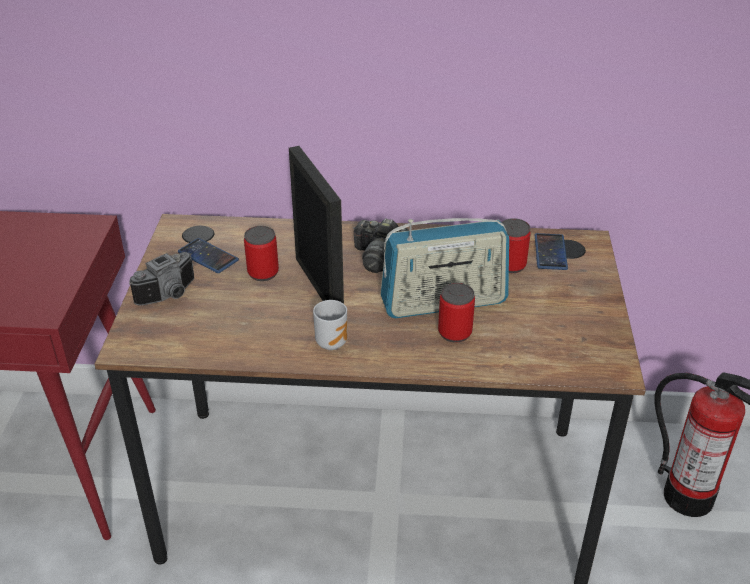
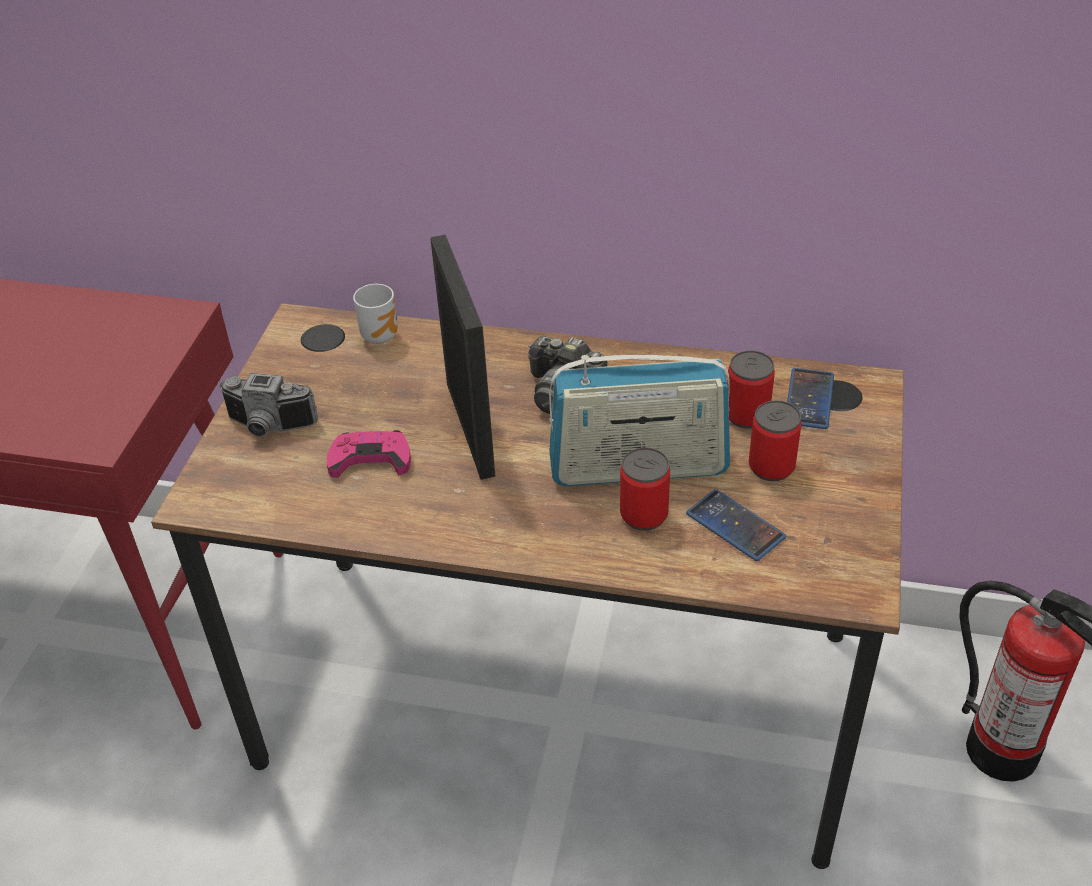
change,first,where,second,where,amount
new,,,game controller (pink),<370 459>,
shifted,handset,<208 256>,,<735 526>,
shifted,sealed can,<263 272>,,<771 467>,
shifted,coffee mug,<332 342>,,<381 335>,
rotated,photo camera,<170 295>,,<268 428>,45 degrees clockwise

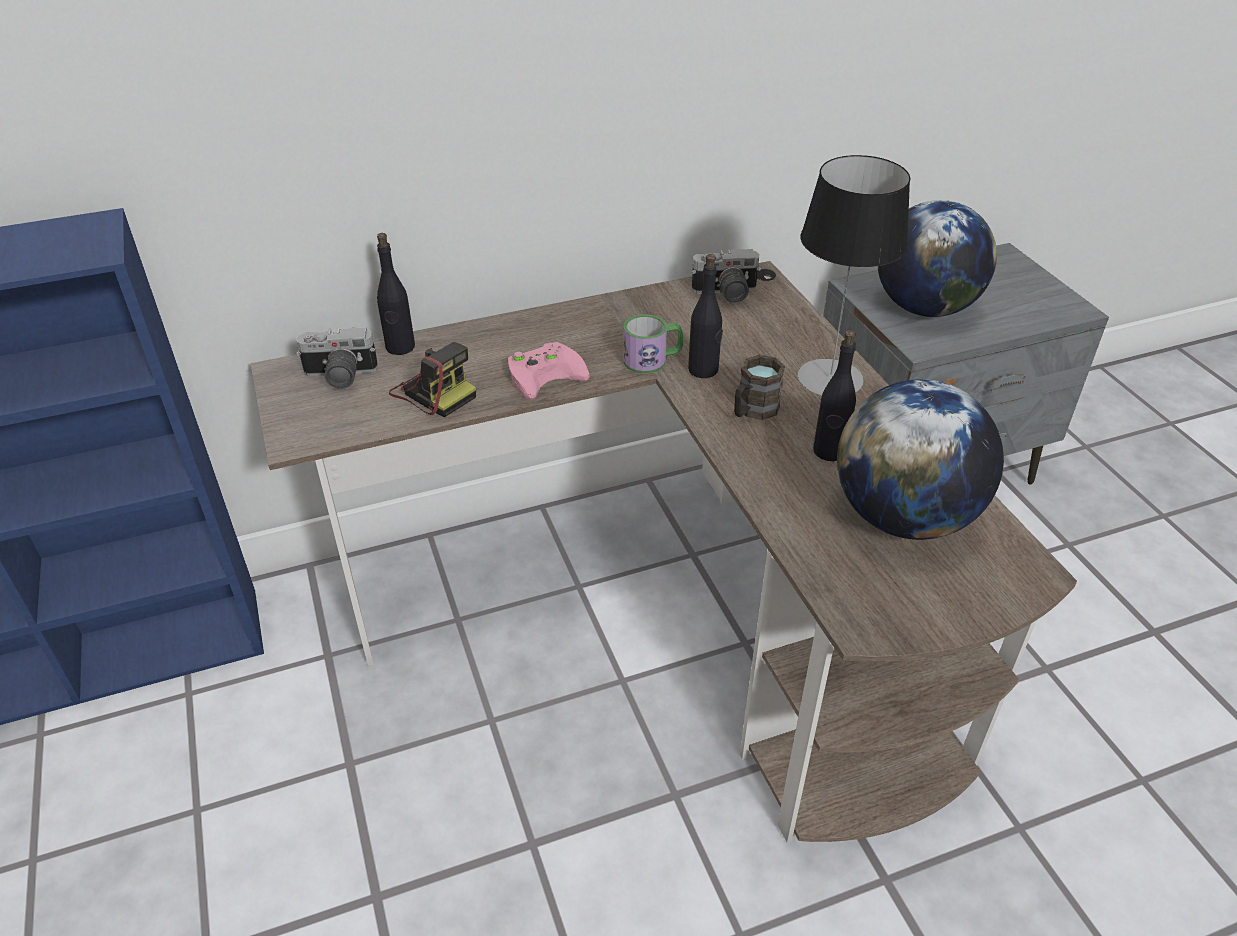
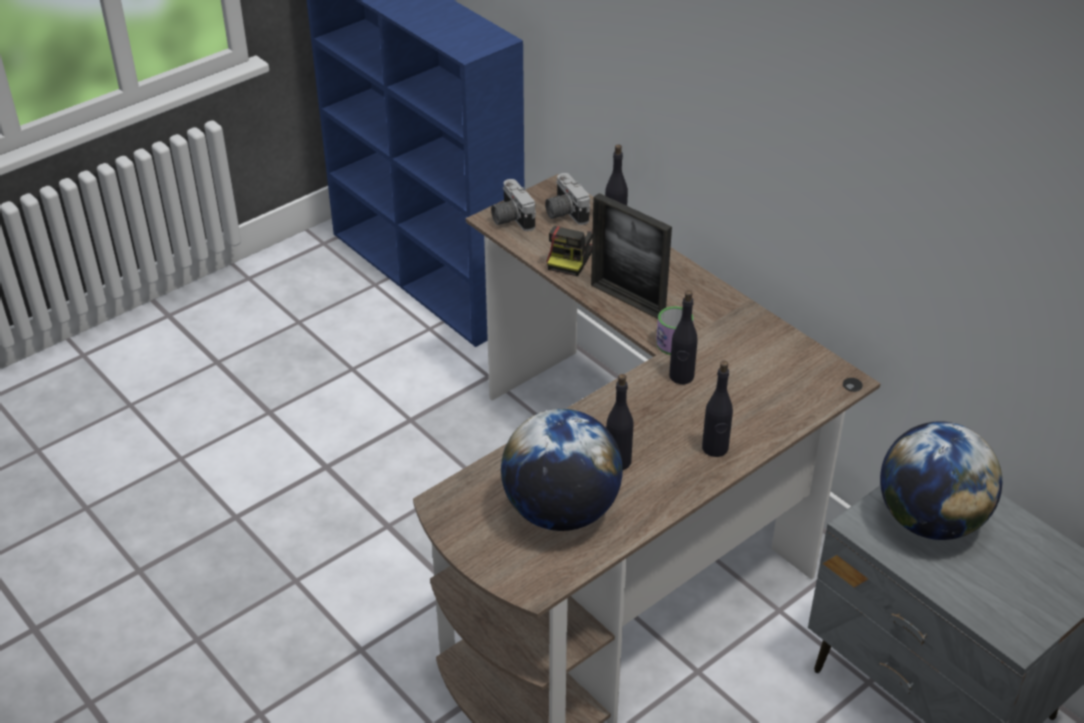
change,first,where,second,where,amount
gone,coffee mug (brownish),<752 411>,,,
shifted,photo camera,<725 294>,,<510 219>,
swapped,game controller (pink),<546 372>,standing frame,<627 300>,
swapped,tabletop lamp,<830 378>,beverage bottle (blackish),<715 448>,

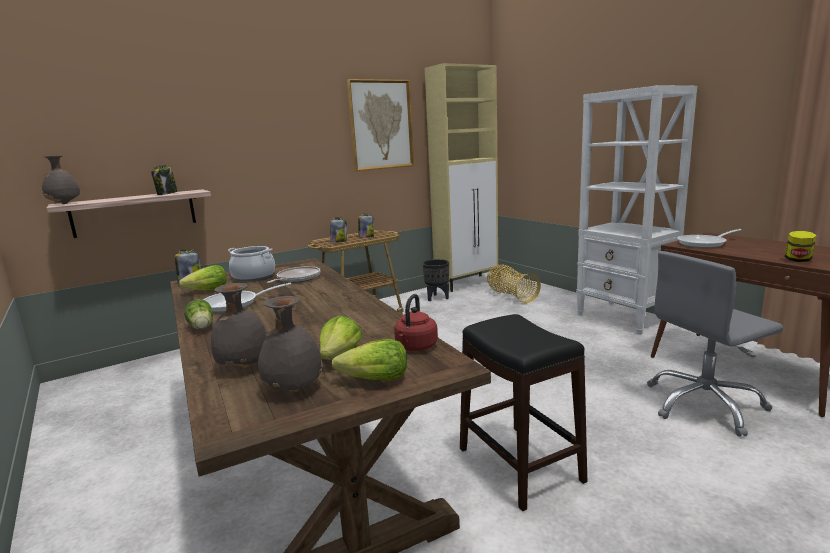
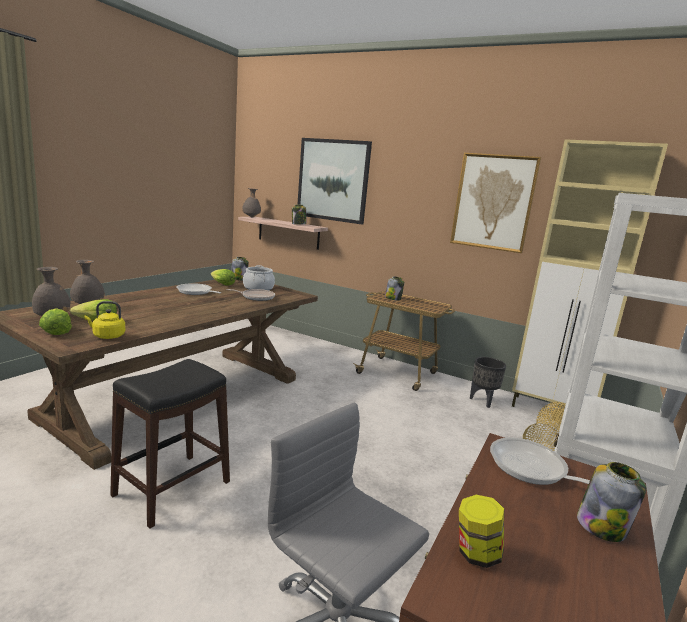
change,first,where,second,where,amount
gone,lettuce head,<201 327>,,,
new,,,wall picture,<333 180>,
shifted,preserve jar,<366 237>,,<602 526>,
repainted,kettle (reddish),<415 347>,kettle (yellow-coloured),<107 336>,

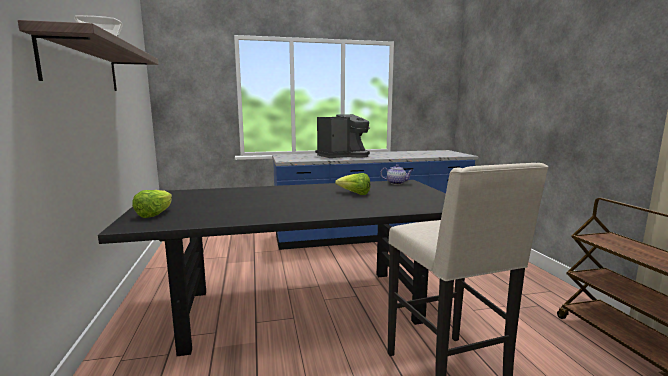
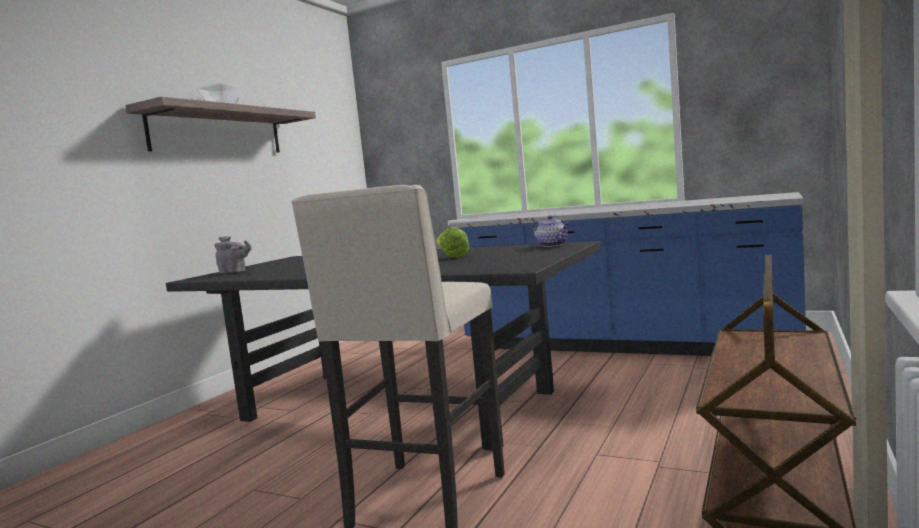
change,first,where,second,where,amount
gone,coffee machine,<343 156>,,,
swapped,lettuce head,<155 214>,teapot (gray),<234 272>,

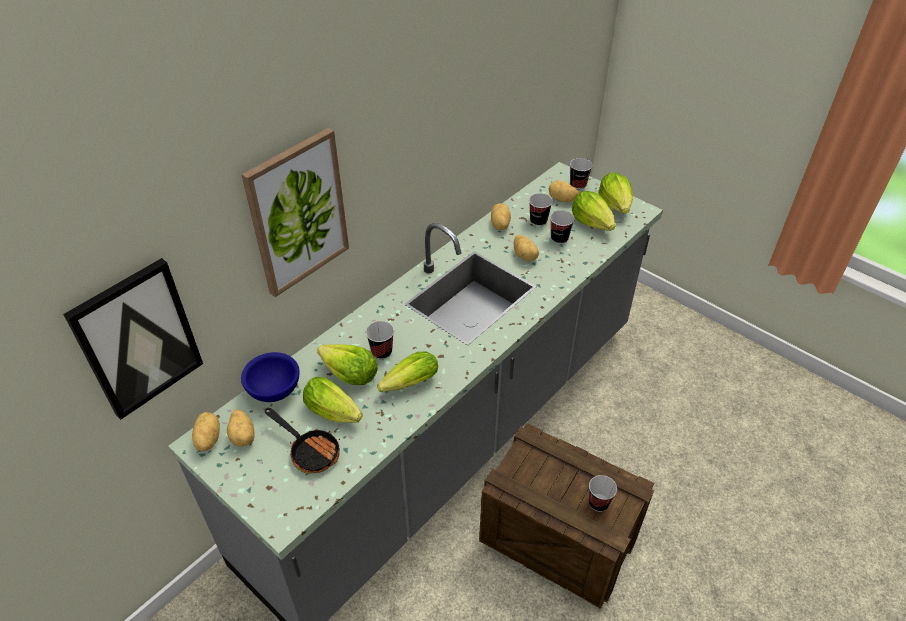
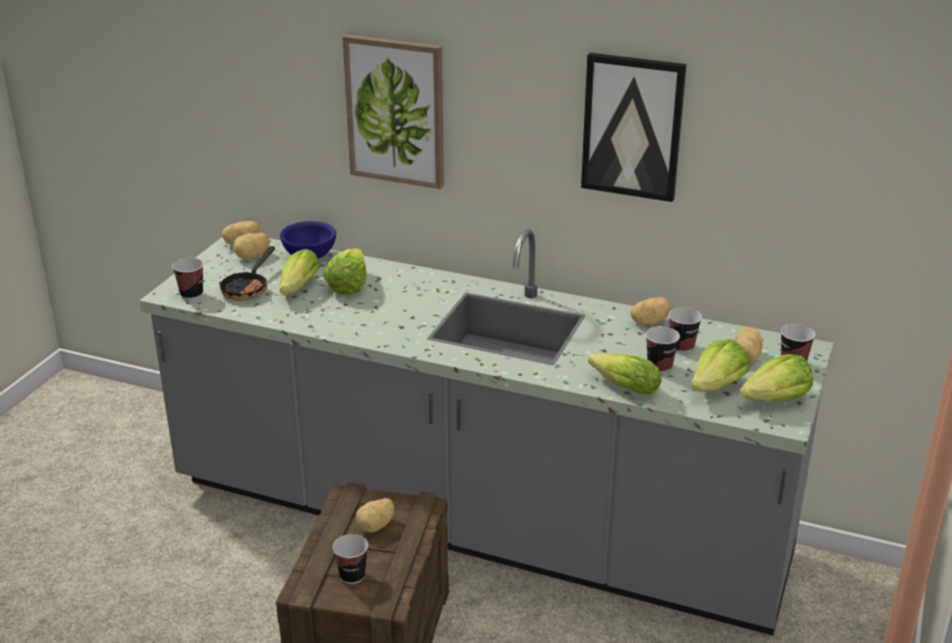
change,first,where,second,where,amount
shifted,wall picture,<137 339>,,<632 126>,
shifted,drinking cup,<381 352>,,<191 294>,
shifted,lettuce head,<407 384>,,<622 386>,
shifted,spud,<525 256>,,<376 526>,

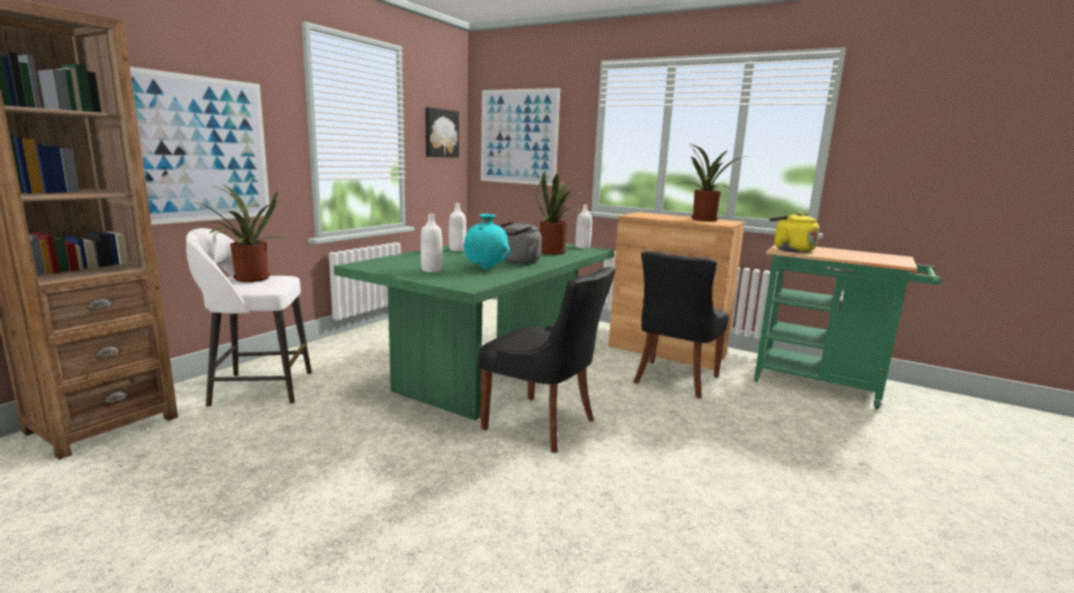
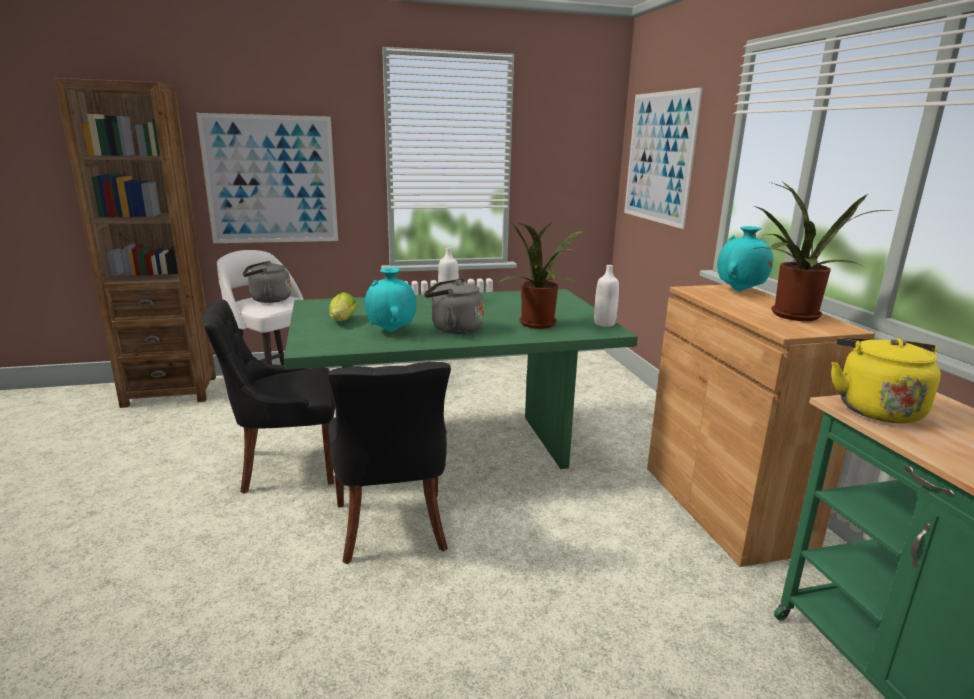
change,first,where,second,where,amount
gone,wall picture,<440 133>,,,
new,,,decorative vase (turquoise-coloured),<740 291>,
shifted,plain chair (blackish),<674 380>,,<285 466>,
swapped,houseplant,<249 280>,kettle (gray),<268 300>,
swapped,beverage bottle (white),<431 270>,lettuce head,<342 321>,

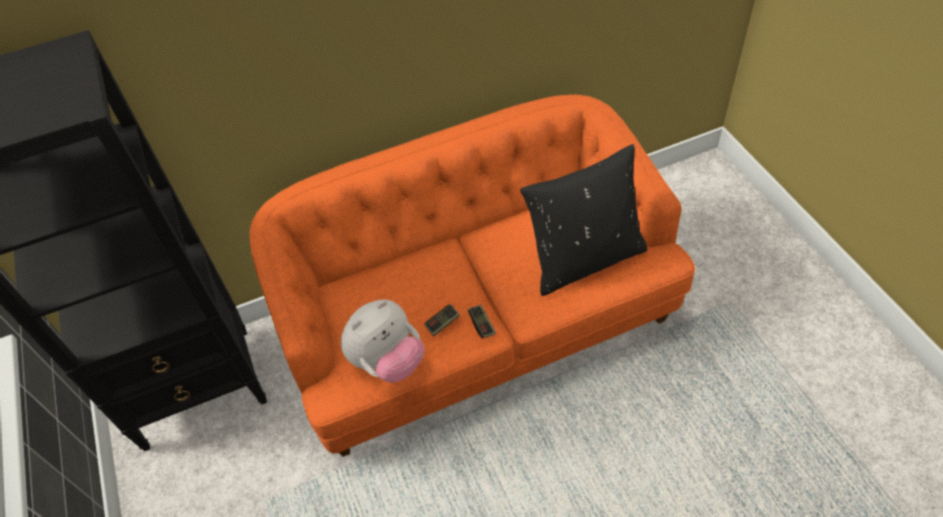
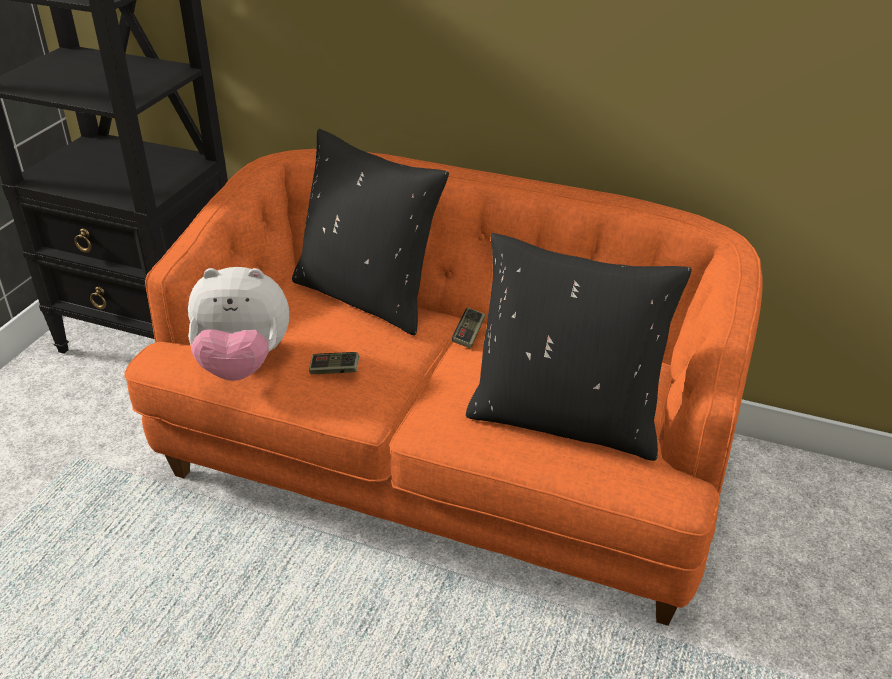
change,first,where,second,where,amount
new,,,cushion (blackish),<368 295>,
shifted,game controller,<482 325>,,<469 334>,

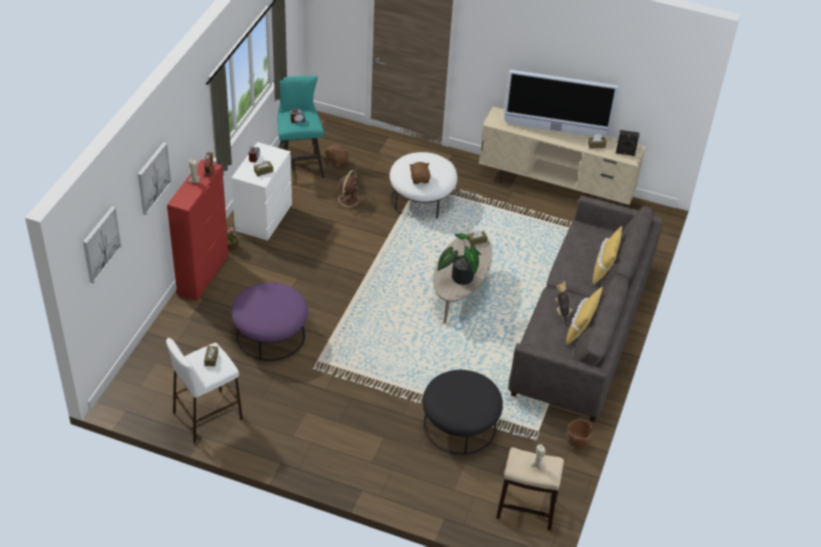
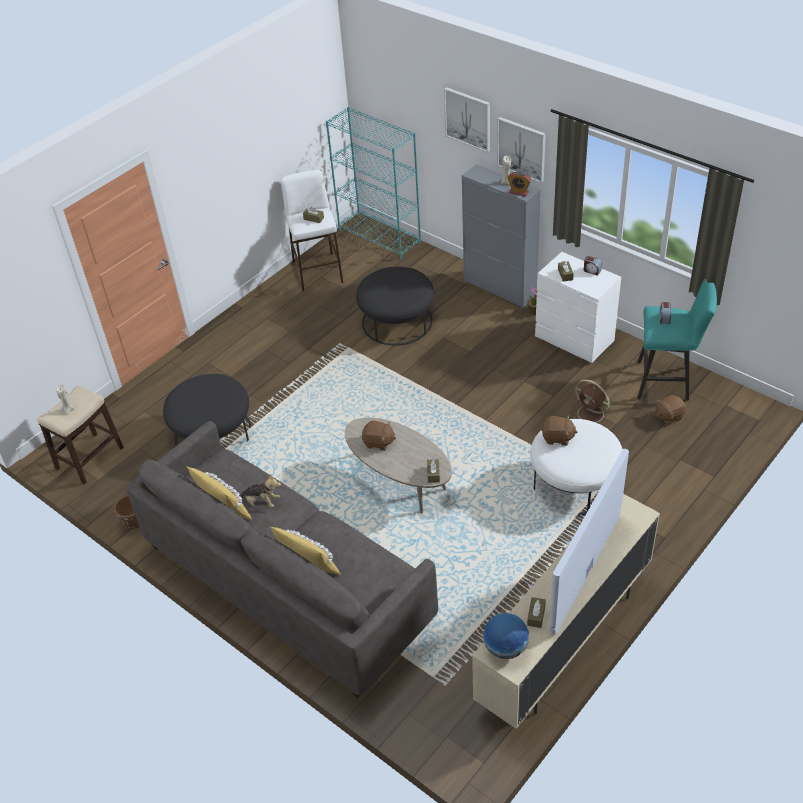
change,first,where,second,where,amount
new,,,bookcase (turquoise-coloured),<380 236>,
shifted,wall picture,<101 244>,,<521 149>,
swapped,houseplant,<459 277>,soft toy (brownish),<378 442>,
swapped,audio speaker (blackish),<625 154>,world globe,<506 648>,
repainted,cupboard (reddish),<203 274>,cupboard (gray),<500 288>,
repainted,ottoman (purple-coloured),<270 335>,ottoman (blackish),<397 321>,

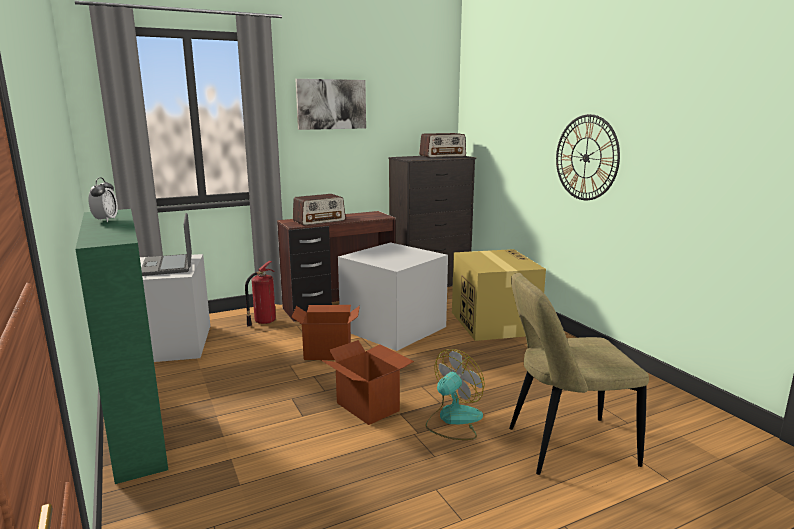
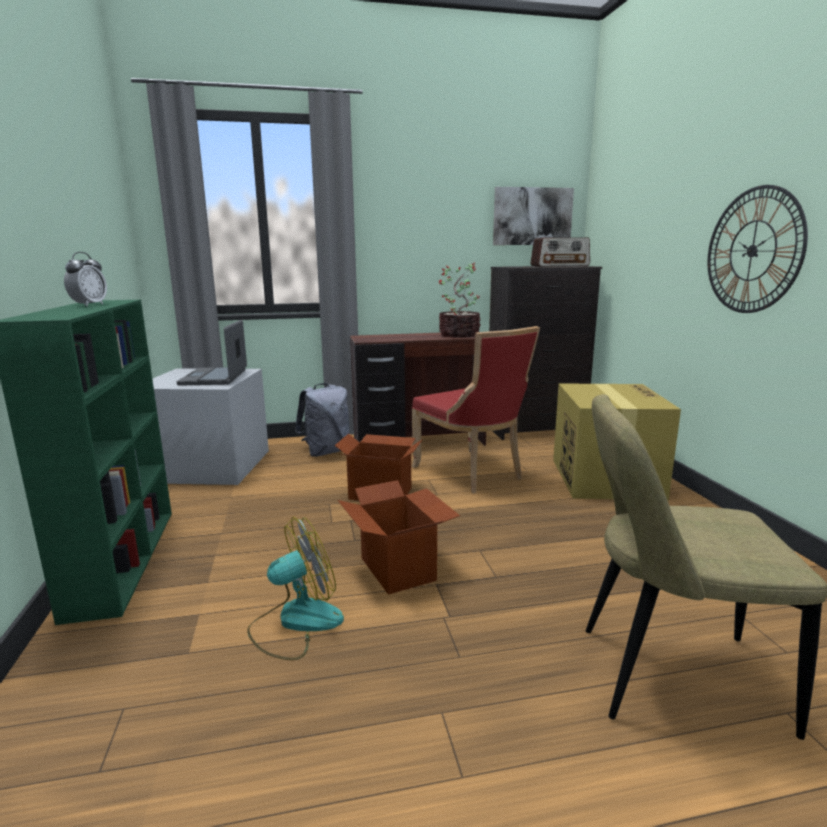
change,first,where,second,where,amount
gone,radio receiver,<319 220>,,,
new,,,houseplant,<460 335>,
shifted,wall picture,<331 104>,,<532 216>,
shifted,cooling fan,<453 420>,,<296 622>,
swapped,fire-fighting cylinder,<263 322>,knapsack (gray),<326 452>,
swapped,storage bin (gray),<393 328>,plain chair (reddish),<472 473>,

